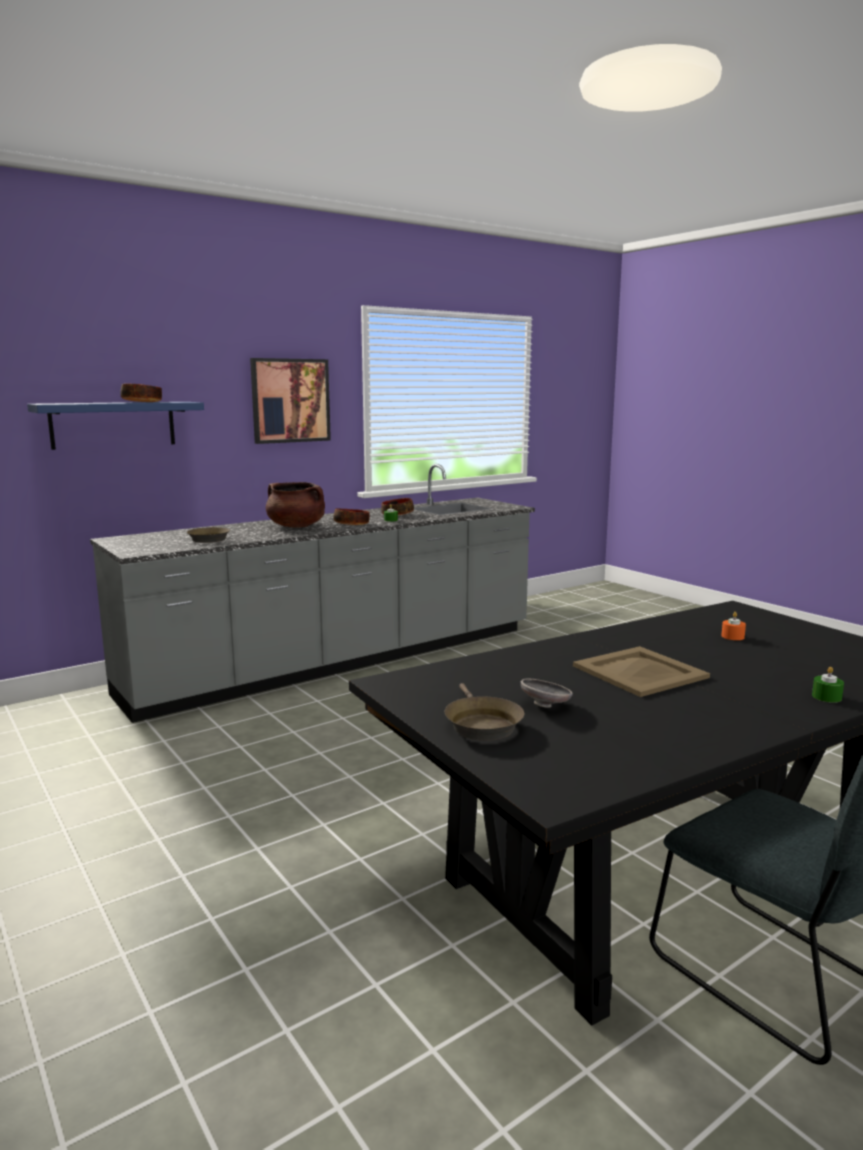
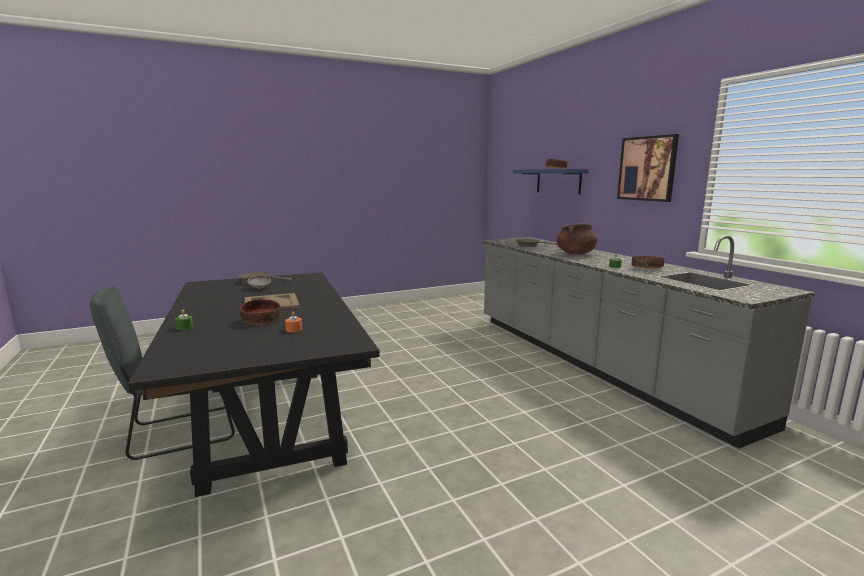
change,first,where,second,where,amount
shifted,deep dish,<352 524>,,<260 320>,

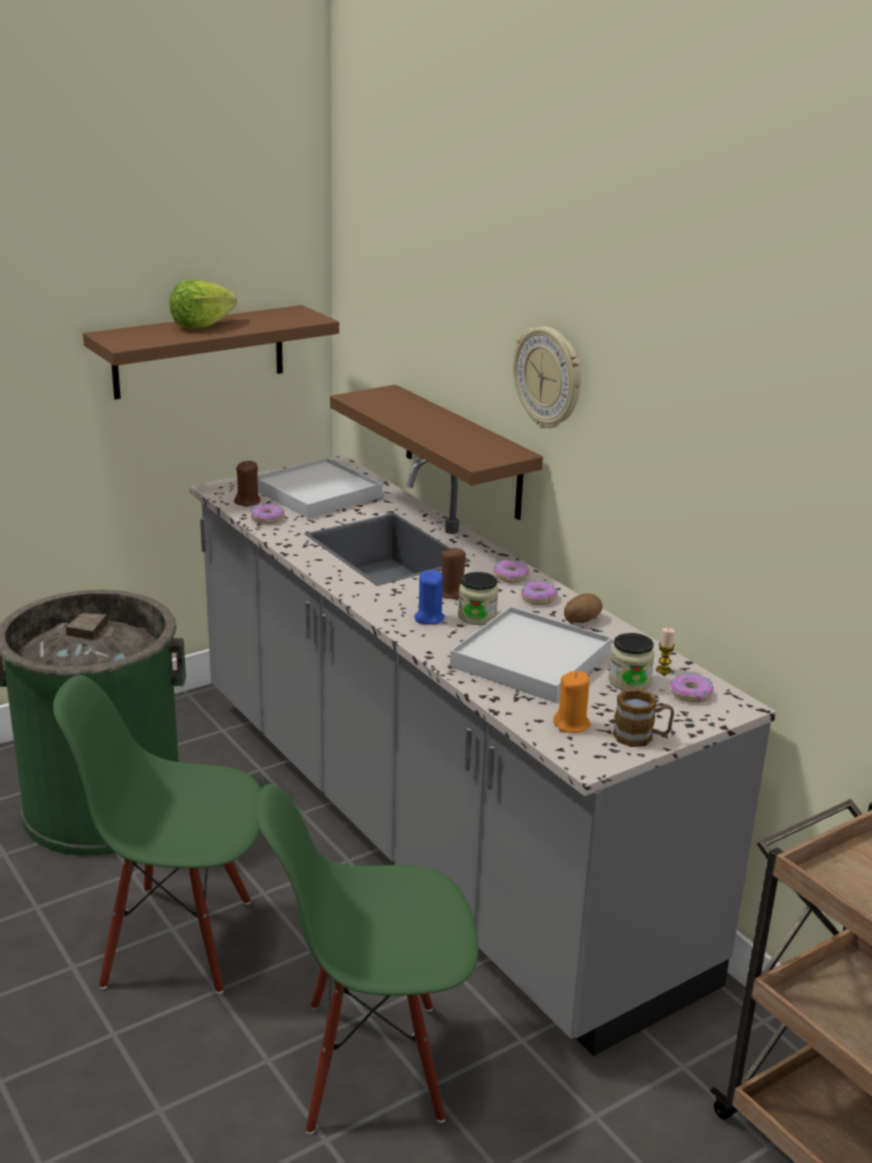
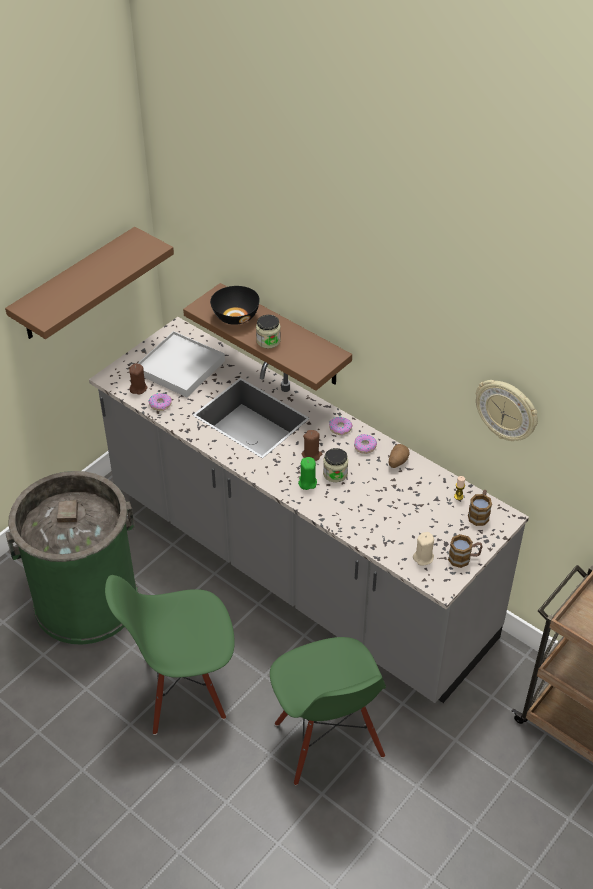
change,first,where,second,where,amount
gone,lettuce head,<201 325>,,,
gone,serving tray (white),<530 660>,,,
new,,,deep dish (blackish),<235 316>,
shifted,clock on the wall,<549 377>,,<507 410>,
shifted,preserve jar,<629 681>,,<268 341>,
swapped,donut,<690 694>,coffee mug,<479 514>,
repainted,candle (bluish),<429 618>,candle (greenish),<307 482>,
repainted,candle (orange),<572 724>,candle (sand-coloured),<423 557>,
rotated,plain chair (greenish),<371 1064>,,<327 741>,90 degrees counterclockwise

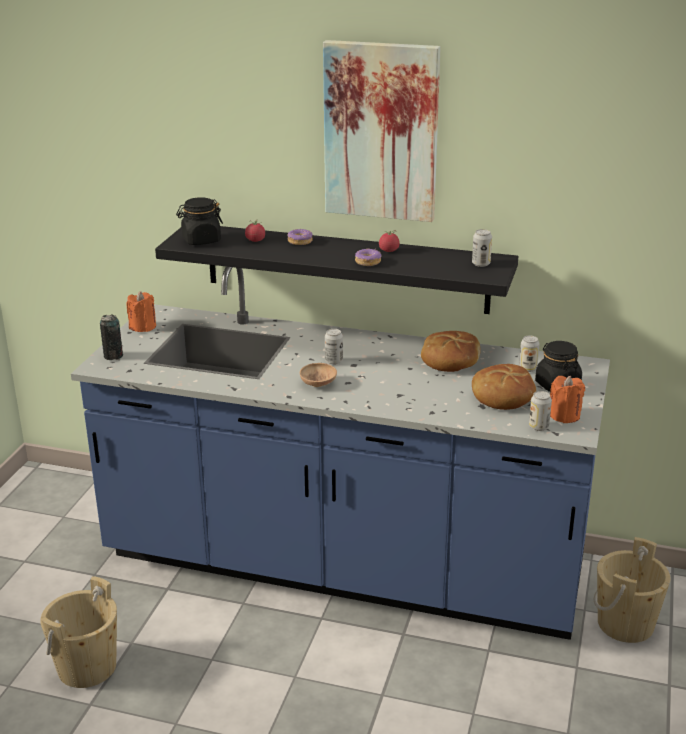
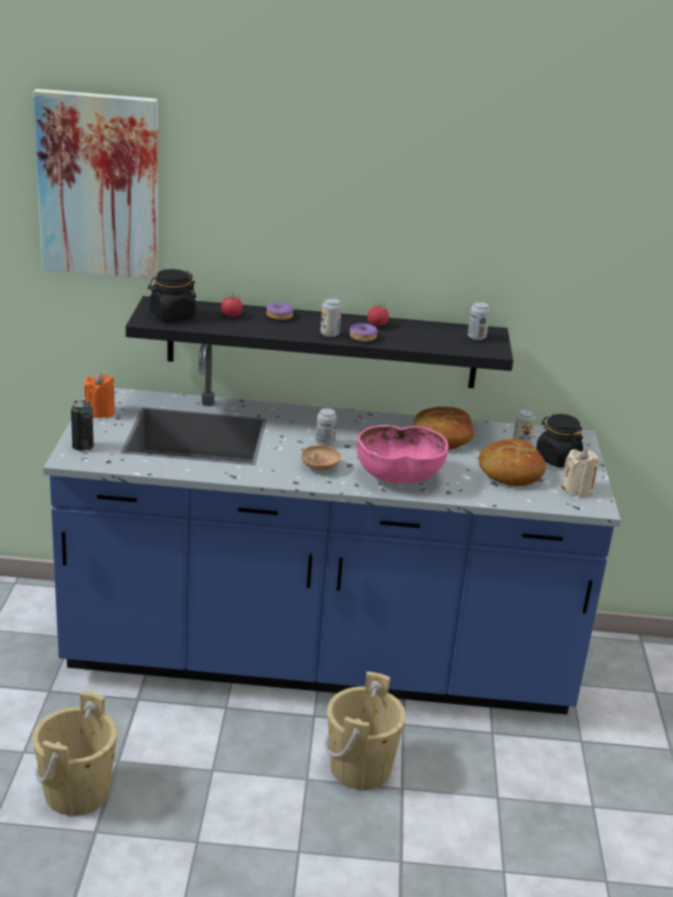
change,first,where,second,where,amount
new,,,deep dish (pink),<399 477>,
shifted,wall picture,<381 131>,,<99 185>,
shifted,sealed can,<538 427>,,<329 334>,
shifted,pail (sand-coloured),<625 624>,,<360 768>,
repainted,candle (orange),<564 415>,candle (sand-coloured),<577 489>,

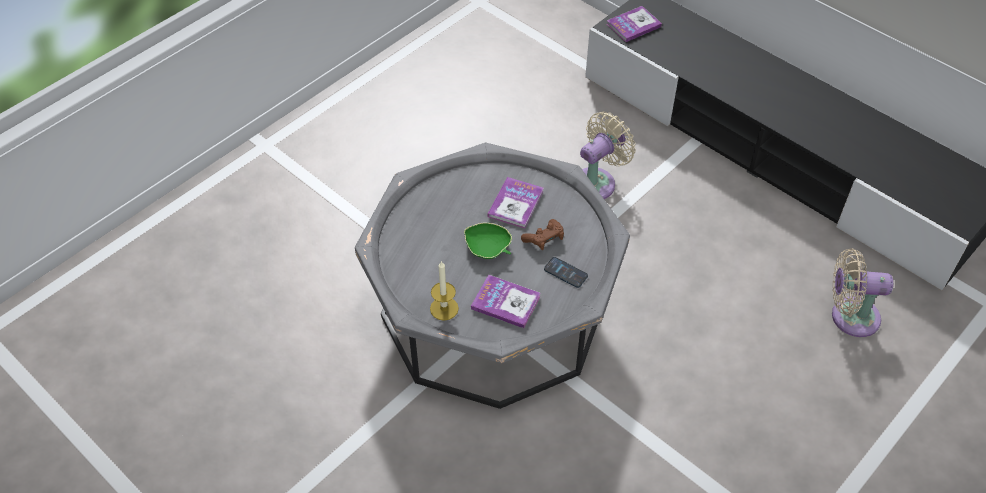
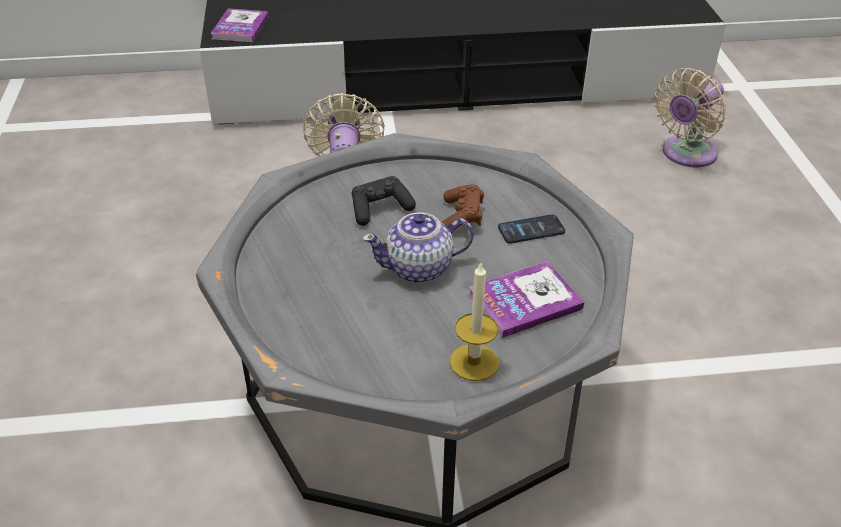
change,first,where,second,where,amount
swapped,deep dish (greenish),<488 248>,teapot,<419 268>,
swapped,bound book,<515 204>,game controller (blackish),<380 209>,

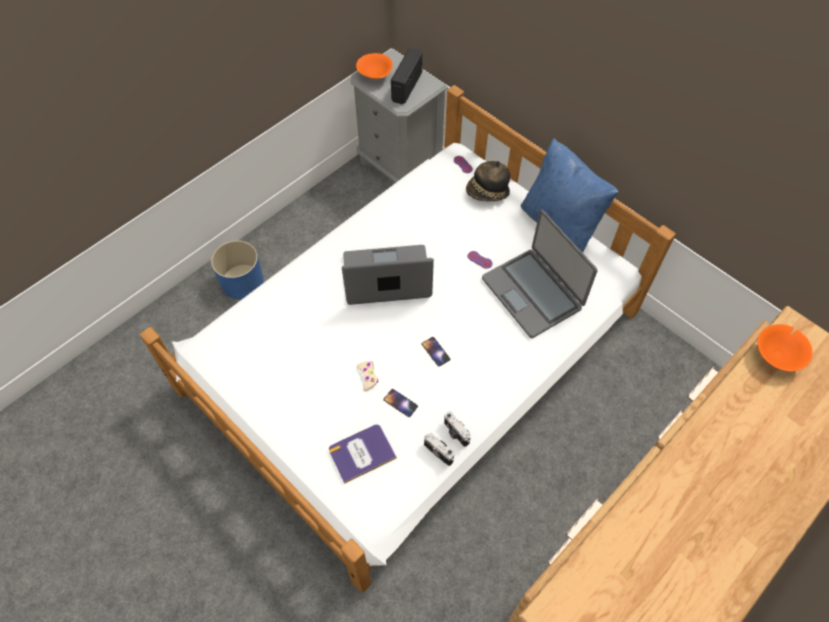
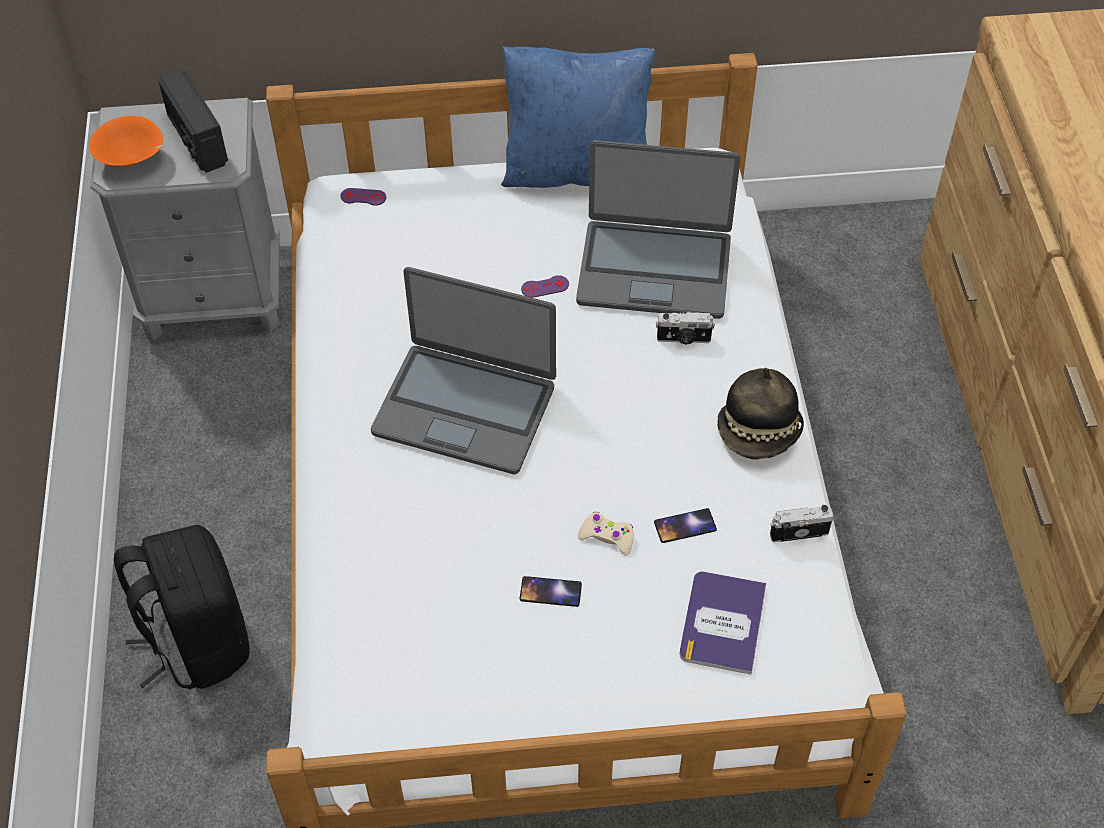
change,first,where,second,where,amount
gone,deep dish (orange),<777 355>,,,
shifted,handset,<435 351>,,<550 592>,
shifted,photo camera,<455 433>,,<683 339>,
shifted,wearable hat,<487 192>,,<759 432>,
swapped,planter (bluish),<242 281>,knapsack (blackish),<198 641>,
rotated,notebook computer,<387 278>,,<465 408>,105 degrees counterclockwise

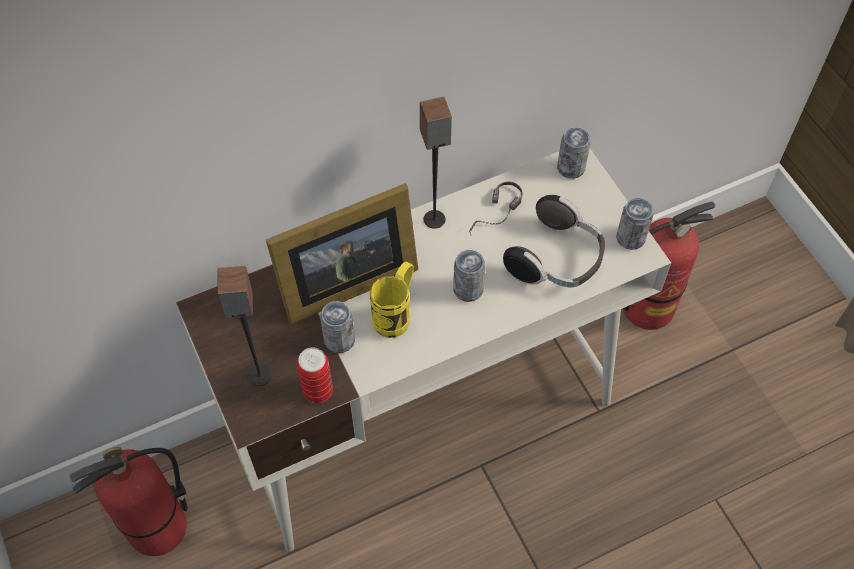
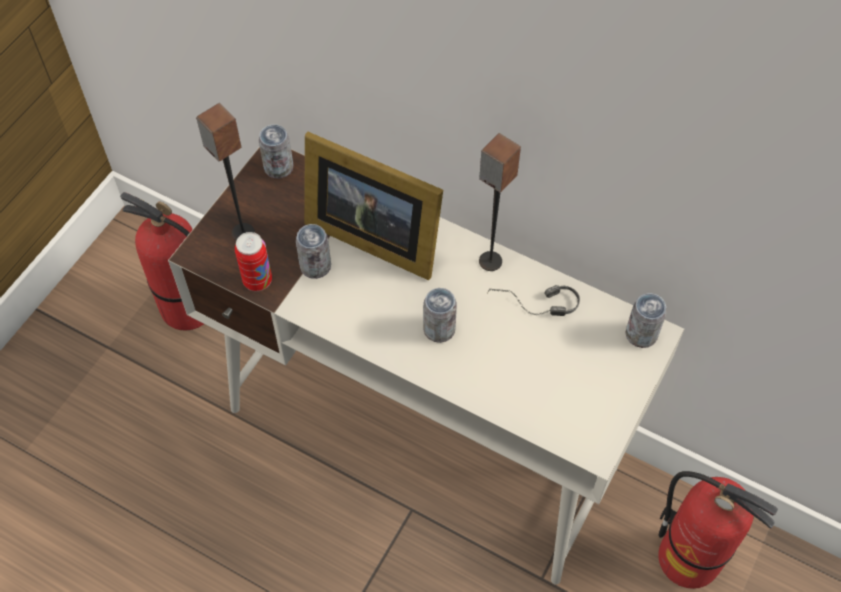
change,first,where,second,where,amount
gone,coffee mug (yellow-coloured),<396 314>,,,
gone,headphones,<557 260>,,,
shifted,sealed can,<630 238>,,<278 167>,

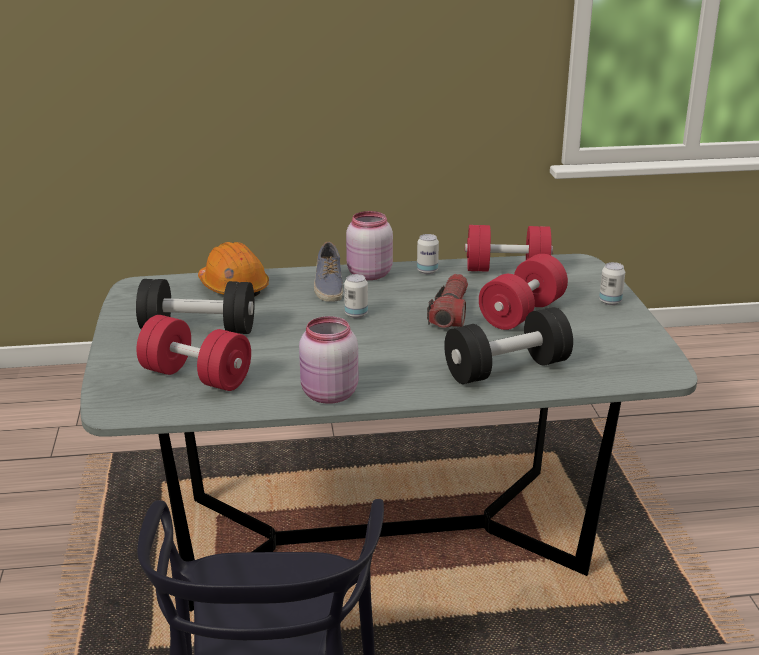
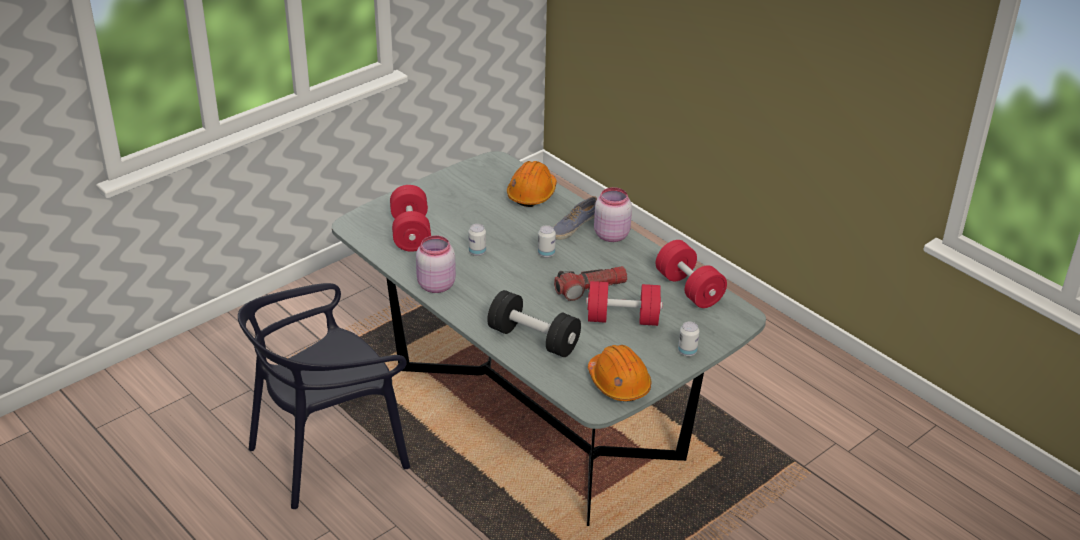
change,first,where,second,where,amount
gone,free weight (blackish),<198 329>,,,
new,,,hard hat (orange),<618 383>,
shifted,sealed can,<427 271>,,<477 252>,

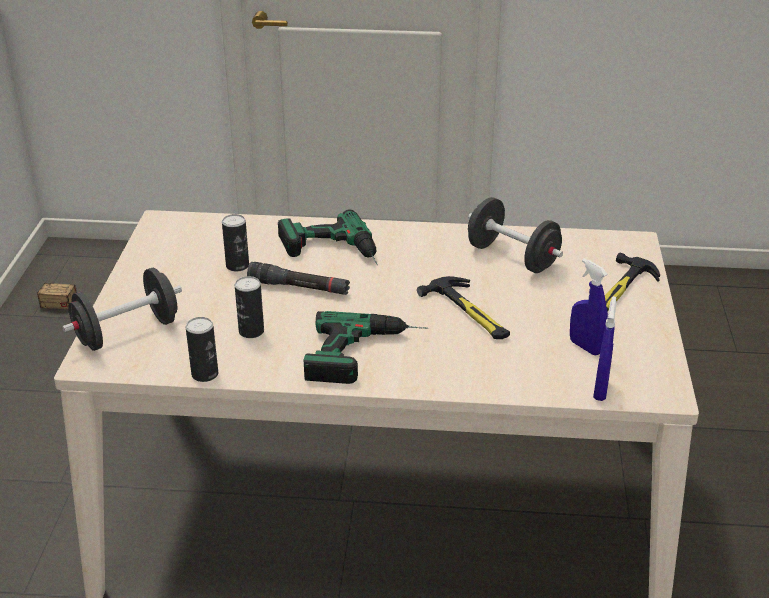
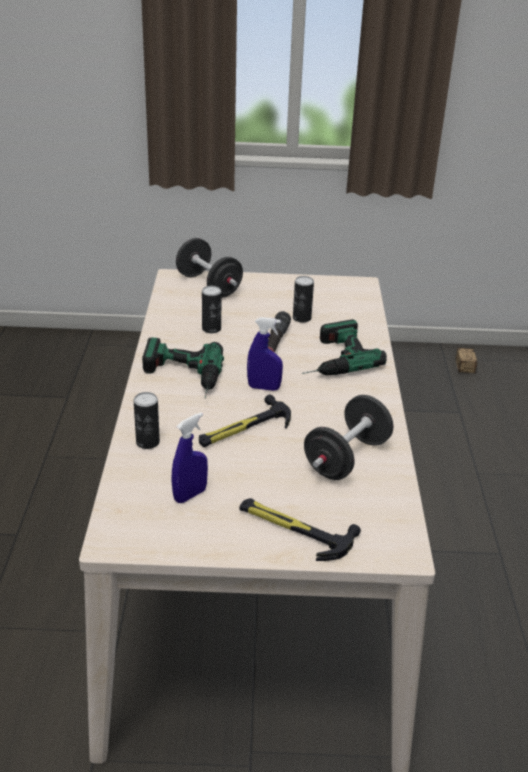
change,first,where,second,where,amount
shifted,sealed can,<205 374>,,<147 442>,
shifted,spray bottle (bluish),<600 390>,,<264 388>,

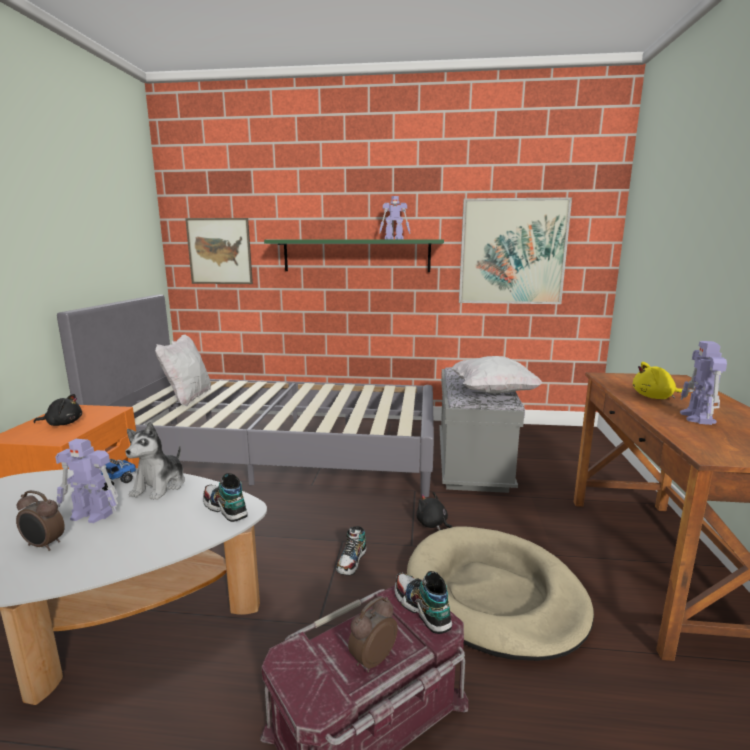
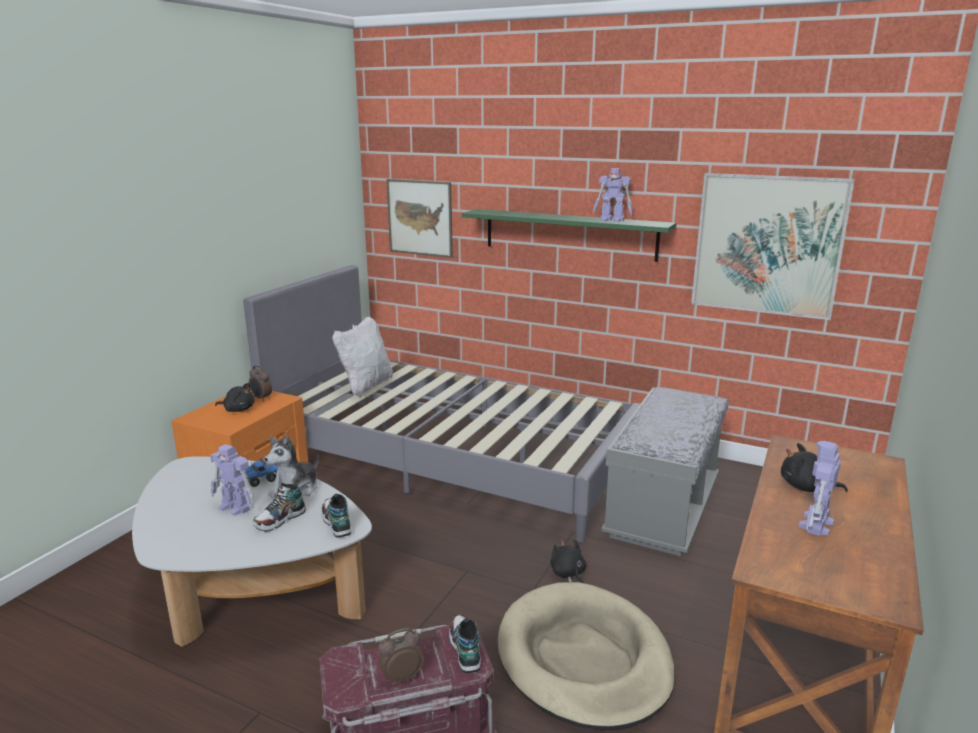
change,first,where,second,where,amount
gone,cushion (white),<493 393>,,,
shifted,alarm clock,<44 545>,,<261 398>,
shifted,item of footwear,<351 562>,,<280 520>,
repainted,soft toy (yellow-coloured),<655 397>,soft toy (blackish),<806 487>,

